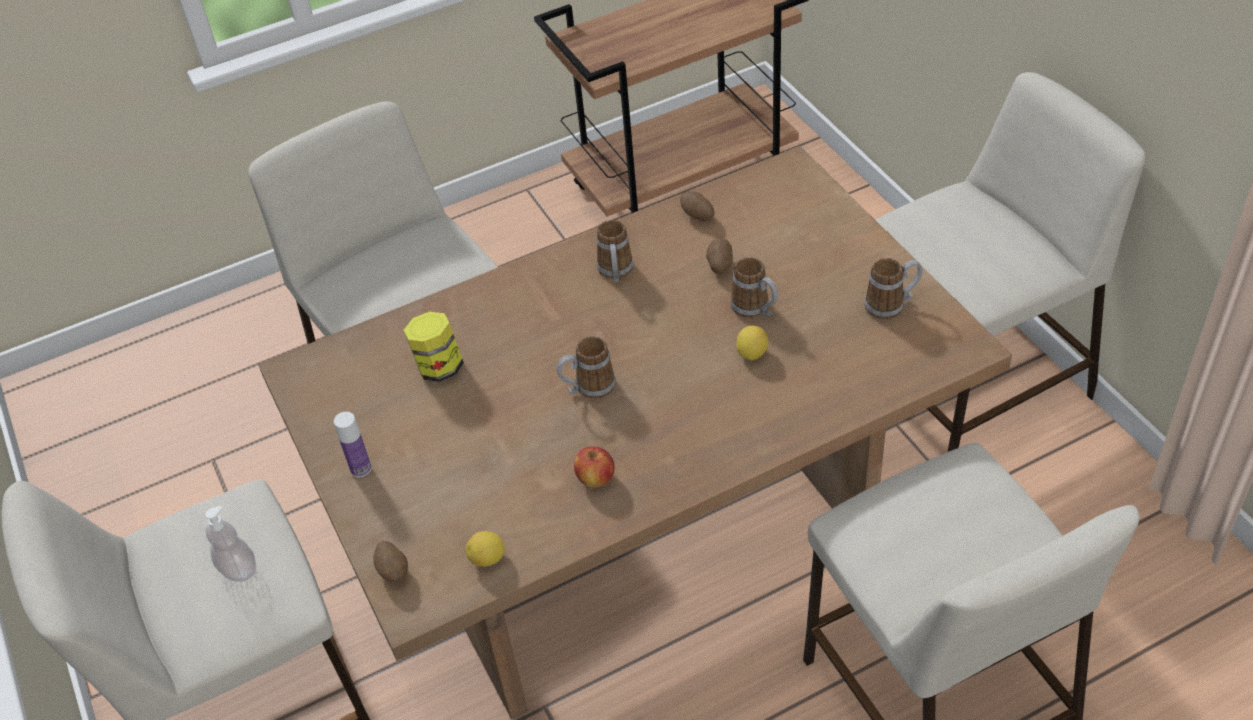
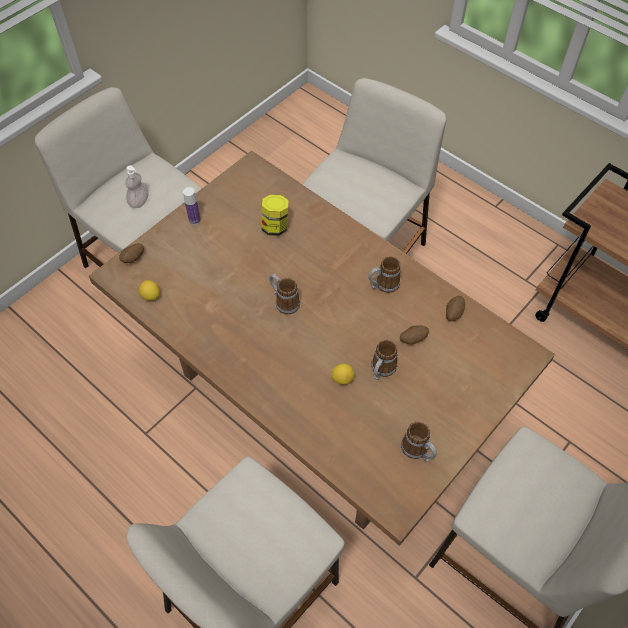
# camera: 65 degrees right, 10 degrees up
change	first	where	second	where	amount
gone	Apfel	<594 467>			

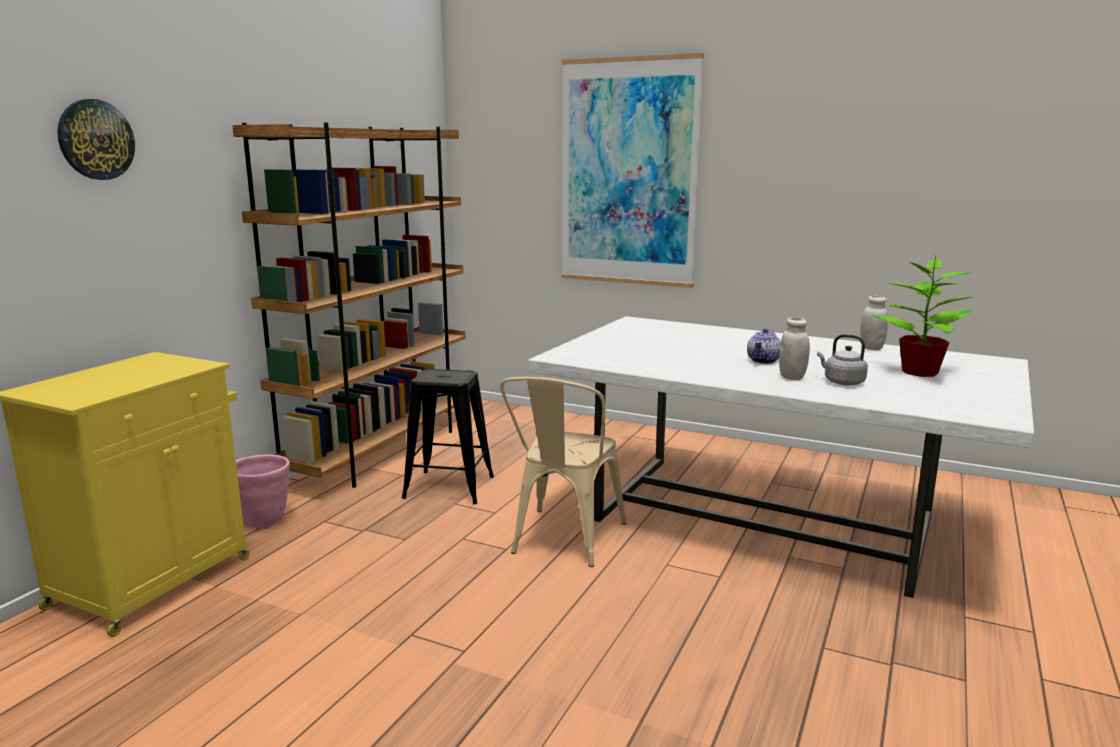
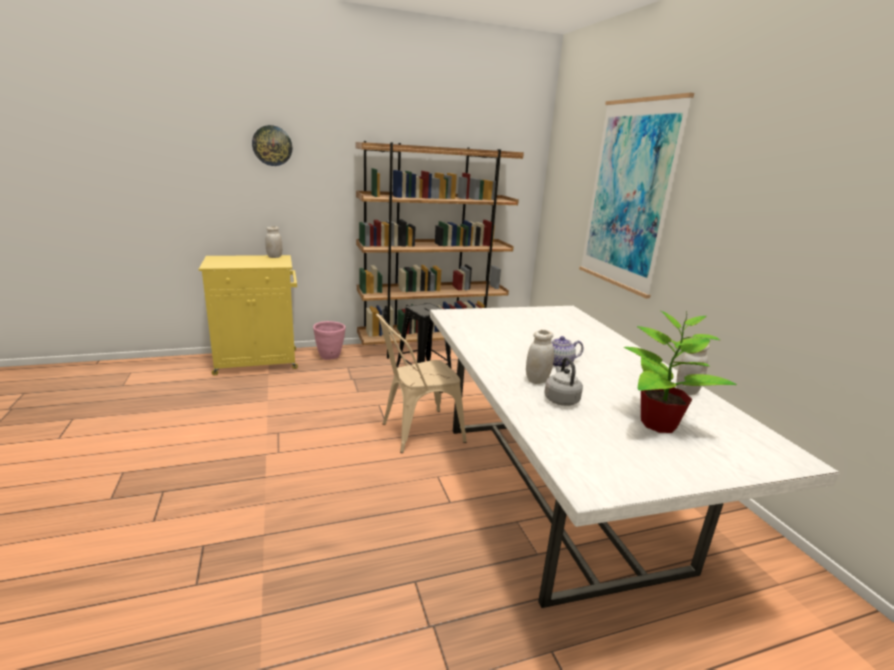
# camera: 45 degrees right, 5 degrees up
change	first	where	second	where	amount
new			Vorratsglas/weiß	<273 242>	

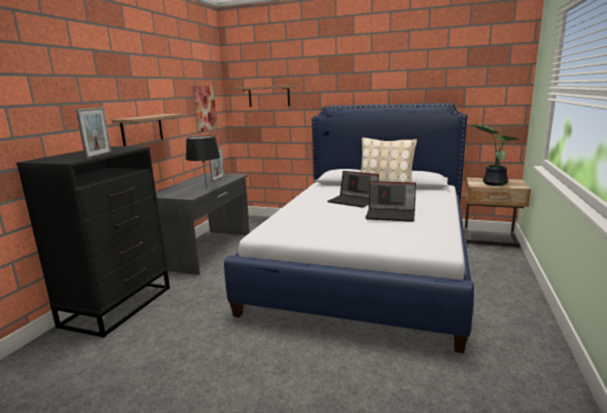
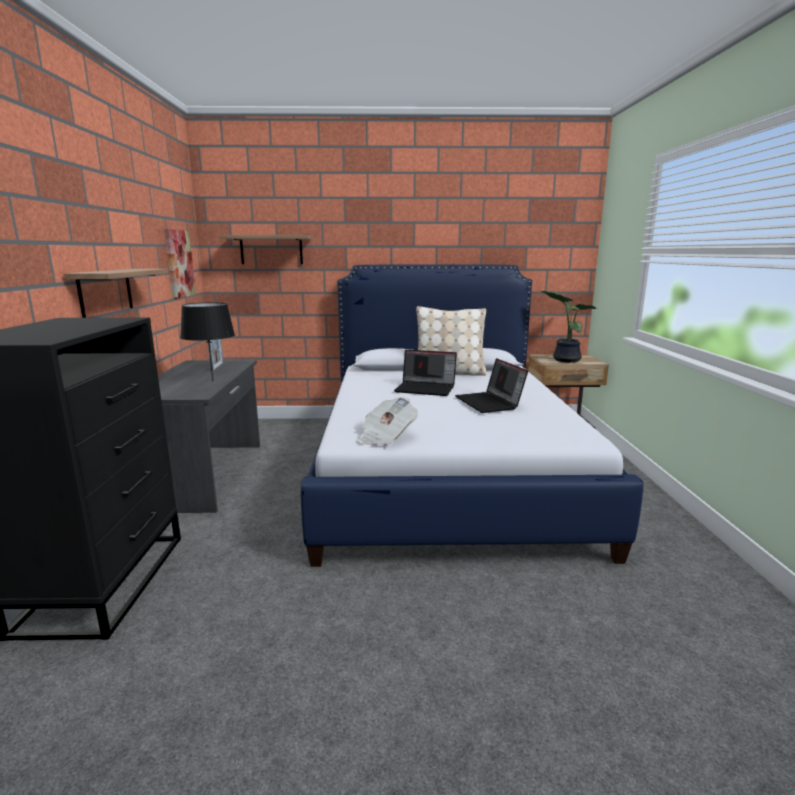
# camera: 20 degrees left, 0 degrees up
change	first	where	second	where	amount
gone	Bilderrahmen	<94 133>			
new			Zeitung	<388 421>	
rotated	Laptop	<390 201>		<491 385>	75 degrees clockwise

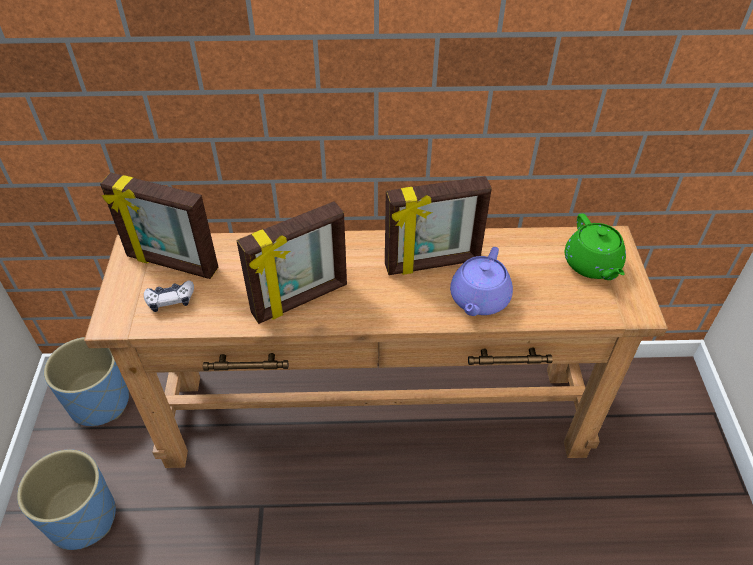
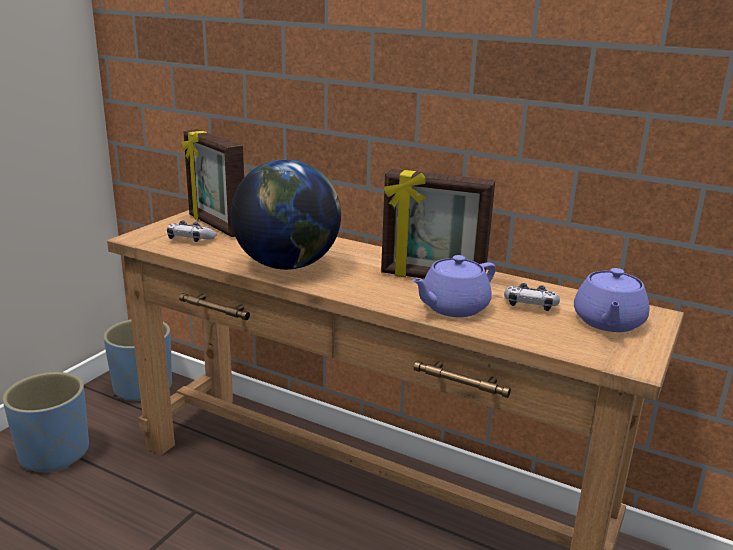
# camera: 30 degrees right, 25 degrees down
change	first	where	second	where	amount
new			Gamepad	<532 297>	
swapped	Bilderrahmen	<291 262>	Globus	<286 215>	
repainted	Teekanne/grün	<595 246>	Teekanne/lila	<611 300>	

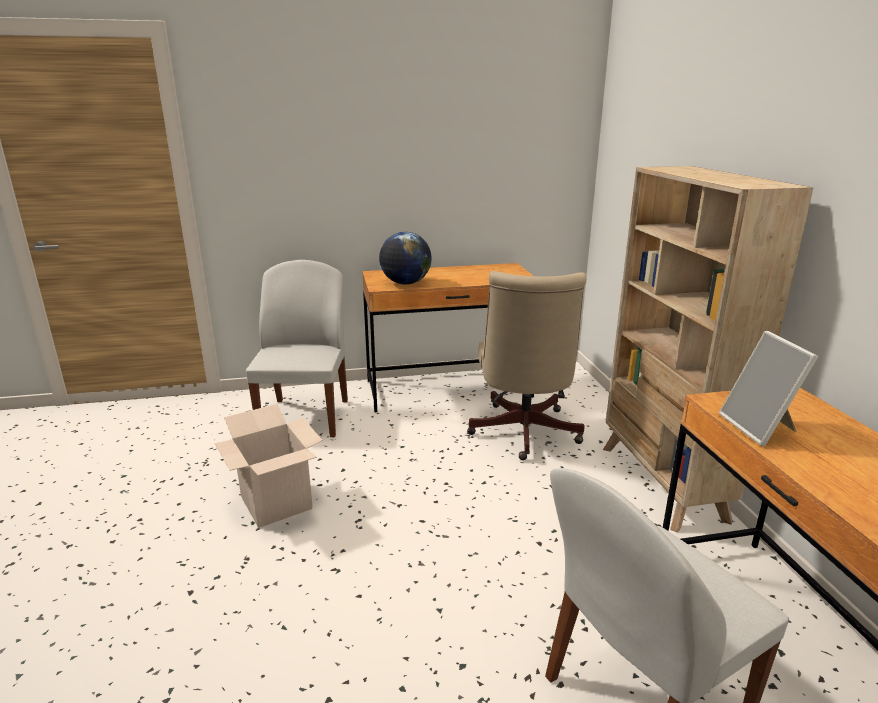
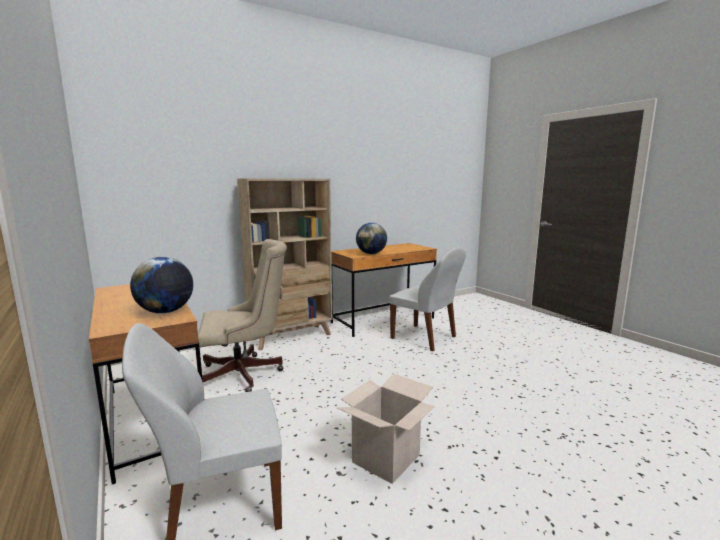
# camera: 110 degrees left, 10 degrees down
change	first	where	second	where	amount
swapped	Bilderrahmen	<768 388>	Globus	<371 238>	

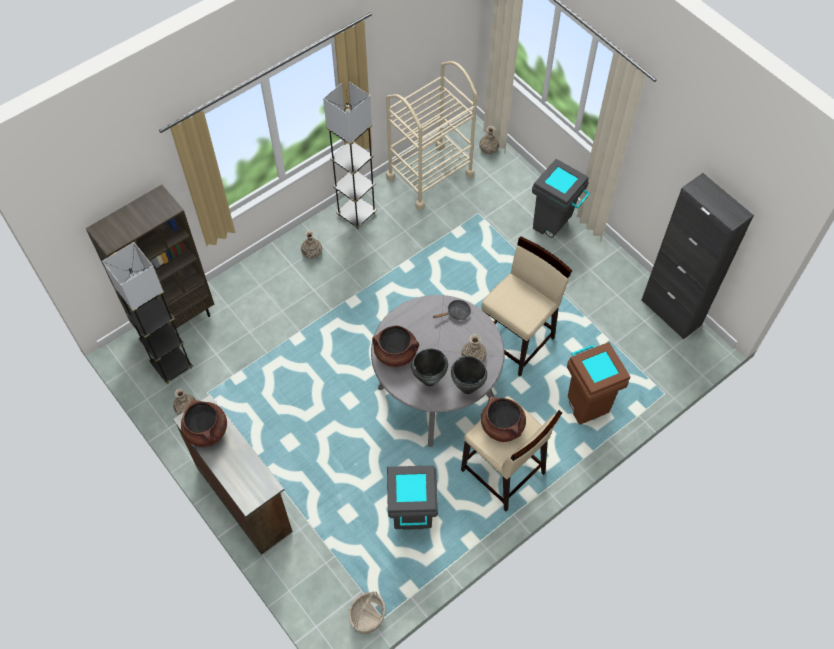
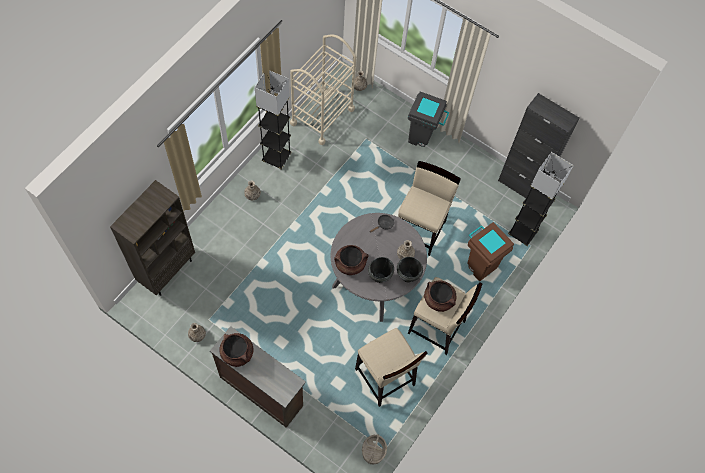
# camera: 20 degrees left, 5 degrees up
change	first	where	second	where	amount
shifted	Stehlampe/grau	<147 313>		<541 199>	
swapped	Mülleimer/grau	<412 497>	Hocker/beige	<391 367>	

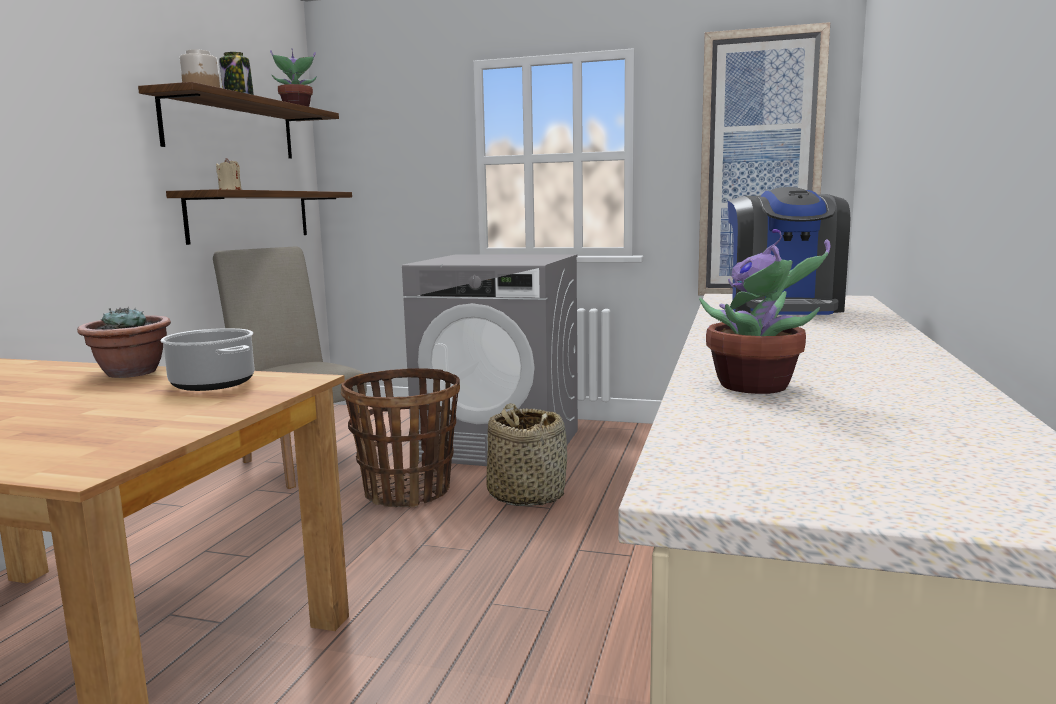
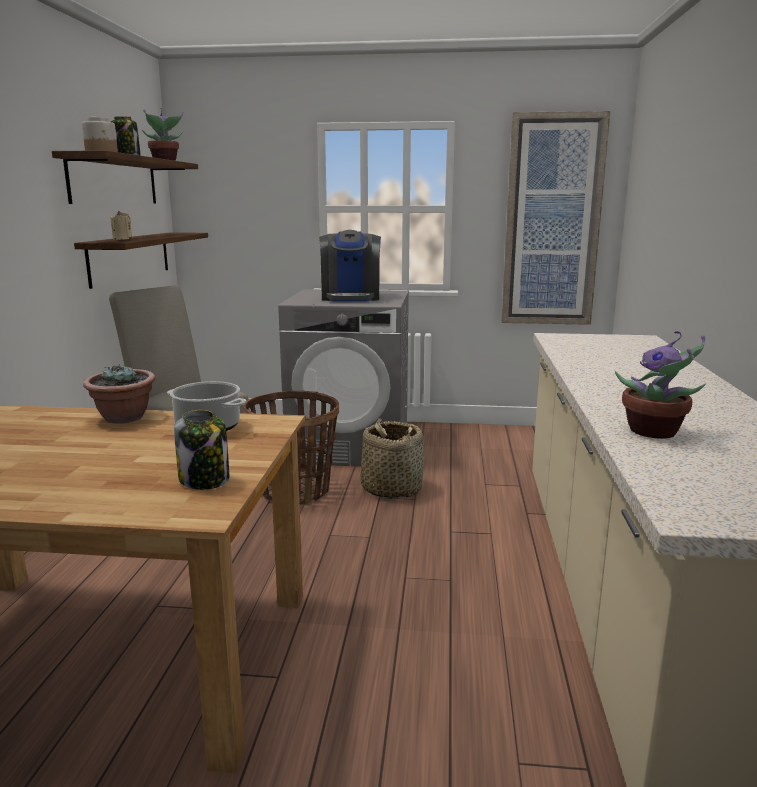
# camera: 10 degrees left, 5 degrees up
change	first	where	second	where	amount
new			Vorratsglas	<201 450>	
shifted	Kaffeemaschine	<789 251>		<350 266>	

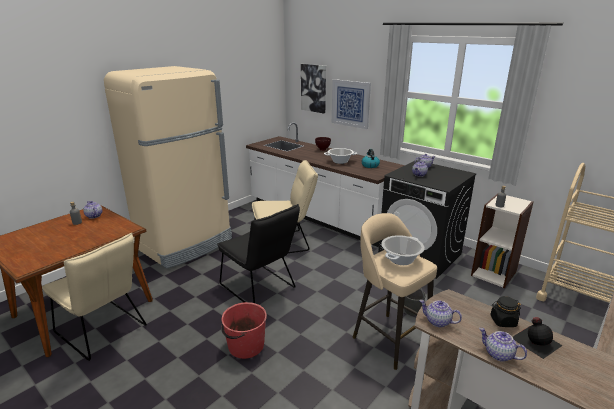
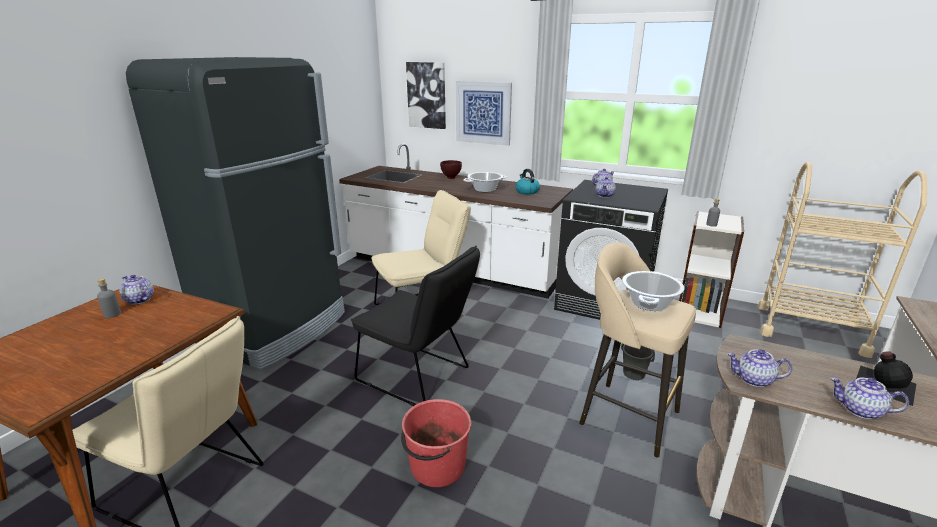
# camera: 15 degrees left, 0 degrees up
change	first	where	second	where	amount
gone	Vorratsglas/schwarz	<505 311>			
repainted	Kühlschrank/beige	<168 167>	Kühlschrank/schwarz	<235 213>	

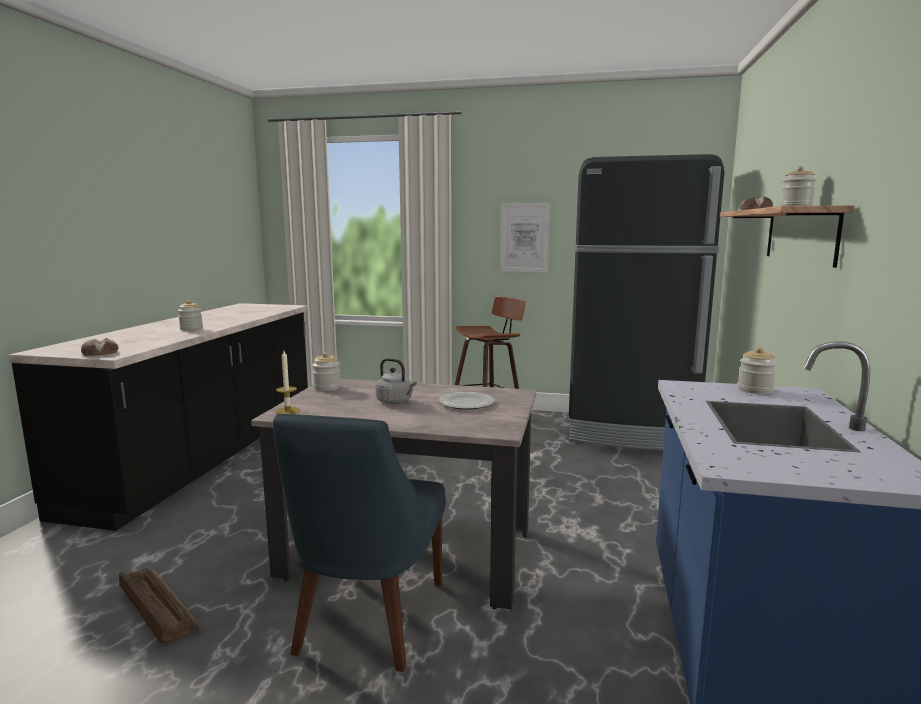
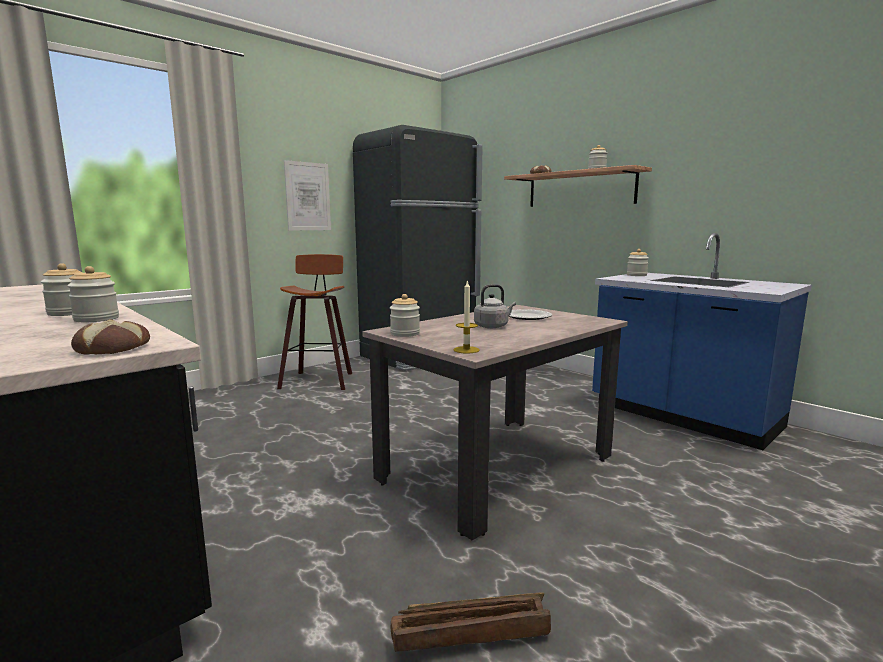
# camera: 55 degrees left, 0 degrees up
change	first	where	second	where	amount
gone	Stuhl/blau	<359 543>			
new			Vorratsglas	<93 294>	

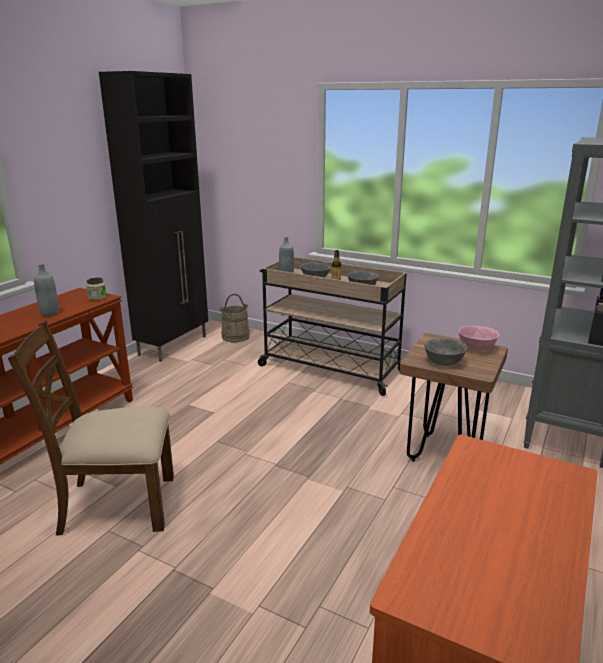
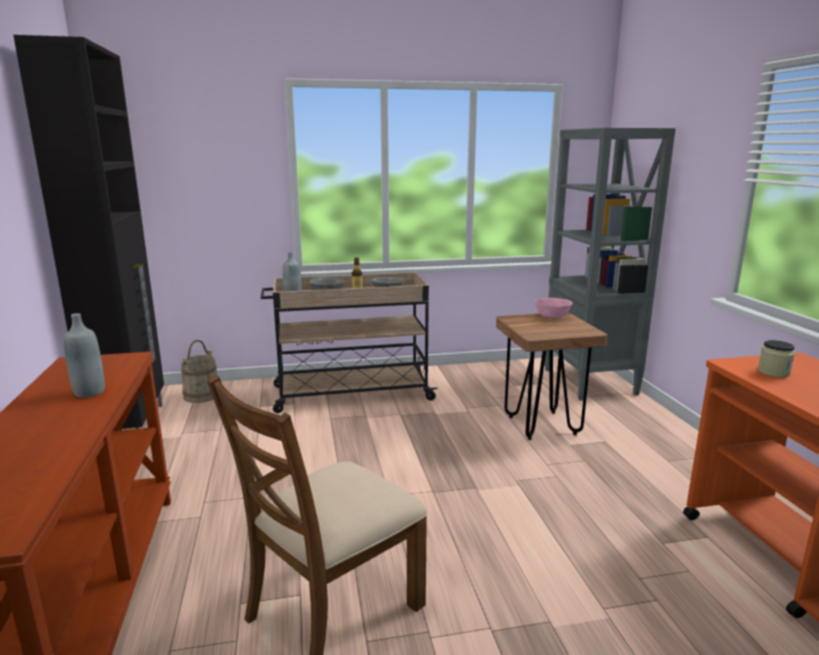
# camera: 40 degrees left, 5 degrees down
change	first	where	second	where	amount
gone	Schüssel/grau	<446 352>			
shifted	Vorratsglas	<96 288>		<776 358>	

